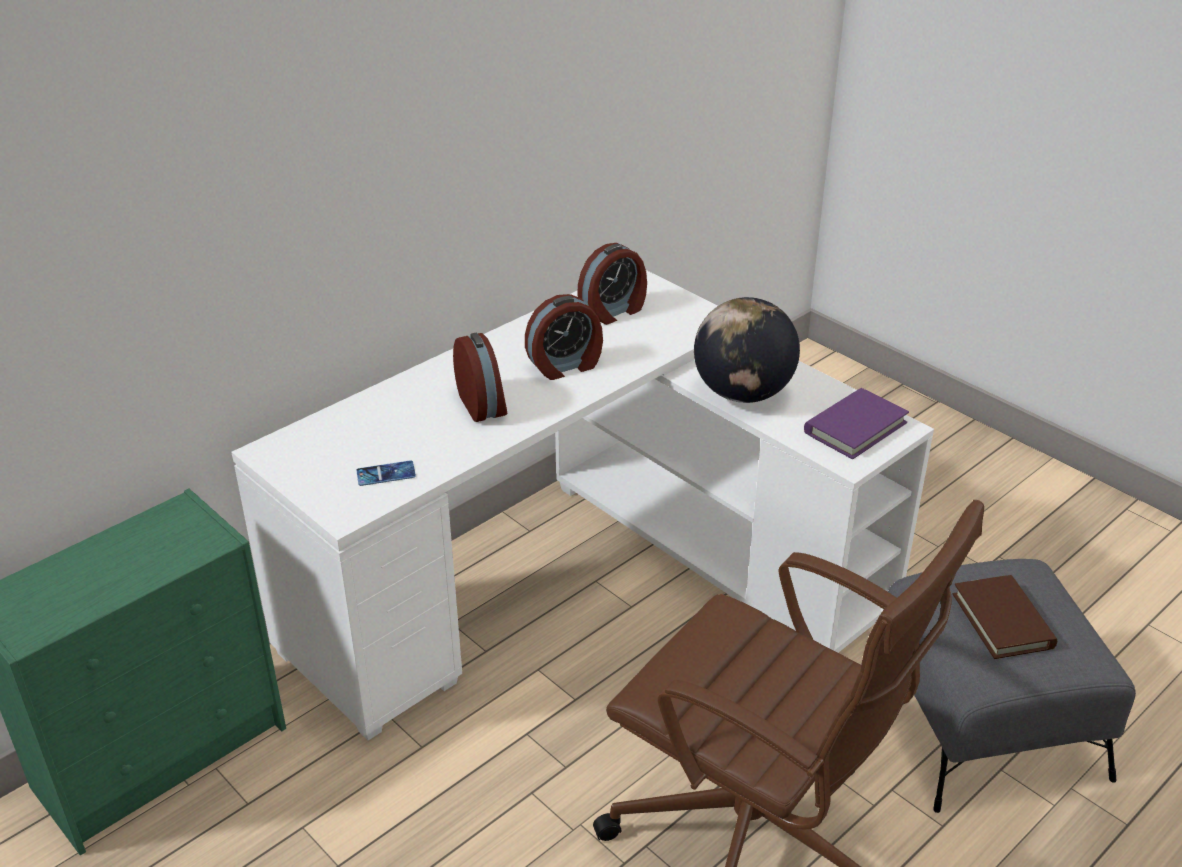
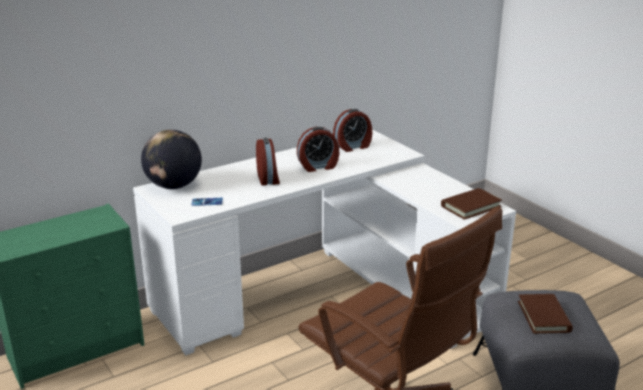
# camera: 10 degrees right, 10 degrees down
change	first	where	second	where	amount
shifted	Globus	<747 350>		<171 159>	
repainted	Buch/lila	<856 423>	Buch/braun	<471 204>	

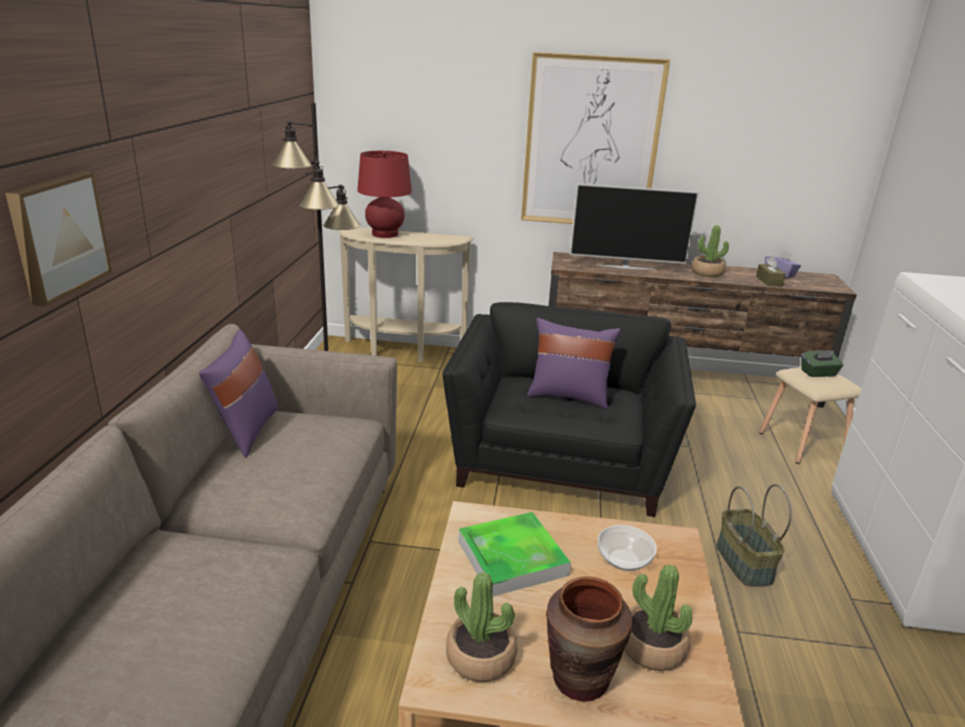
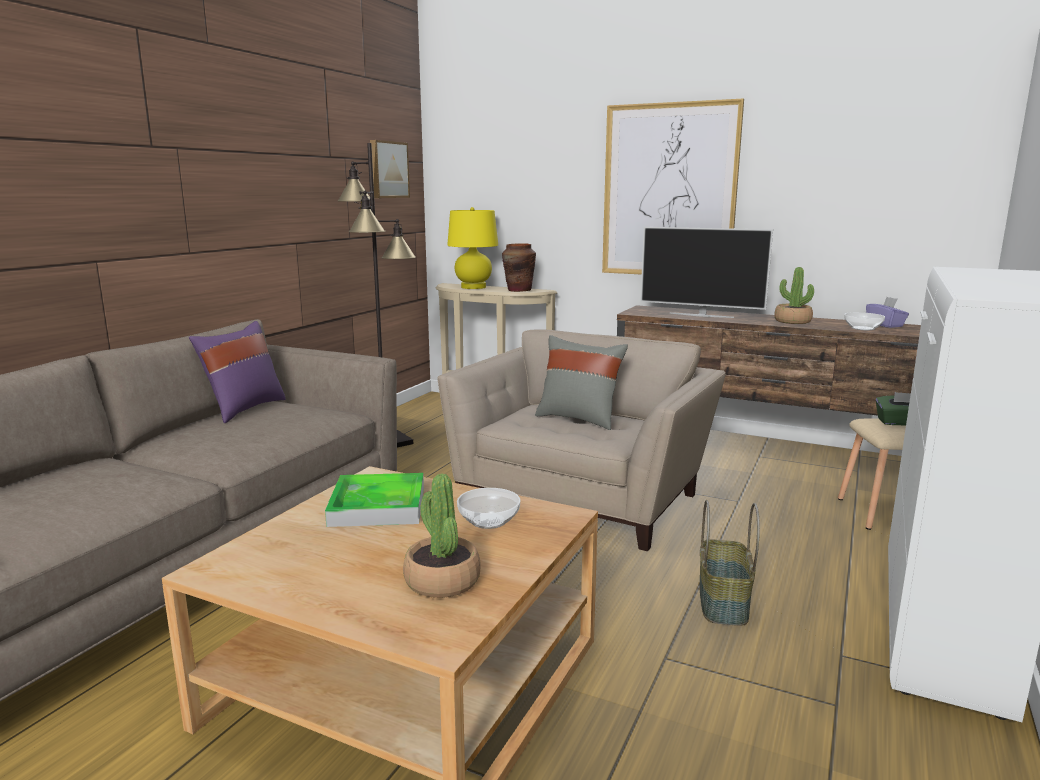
# camera: 20 degrees right, 10 degrees down
change	first	where	second	where	amount
gone	Topfpflanze	<481 627>			
shifted	Bild	<58 239>		<390 169>	
shifted	Vase/braun	<589 639>		<519 268>	
swapped	Taschentuchbox/braun	<771 271>	Schüssel	<864 321>	
repainted	Tischlampe/rot	<384 194>	Tischlampe/gelb	<472 248>	
repainted	Sessel/schwarz	<569 409>	Sessel/beige	<582 440>	
repainted	Kissen/lila	<573 363>	Kissen/grau	<581 382>	

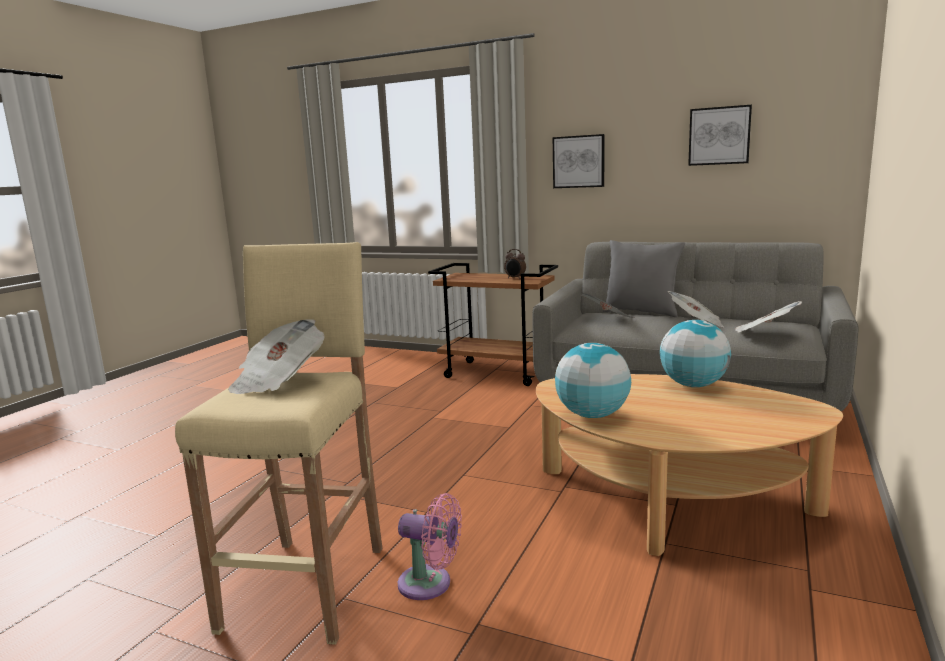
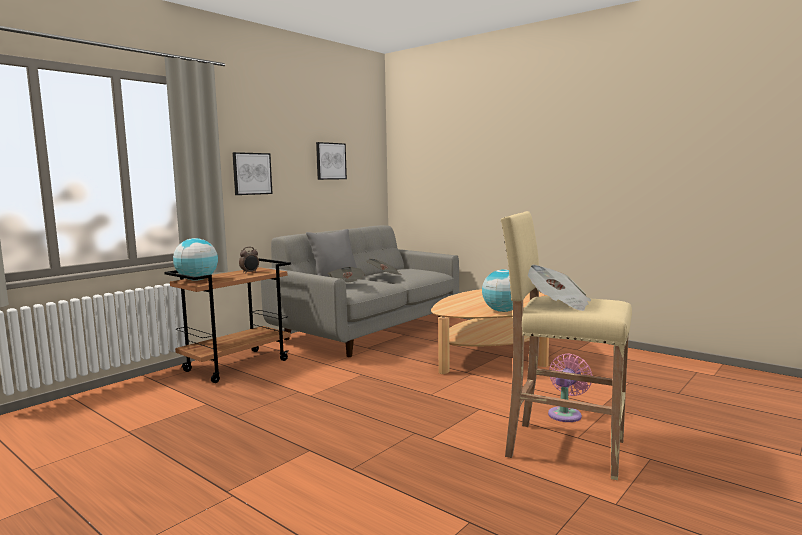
# camera: 75 degrees left, 5 degrees down
change	first	where	second	where	amount
gone	Zeitung	<768 316>			
shifted	Globus	<695 353>		<195 259>	

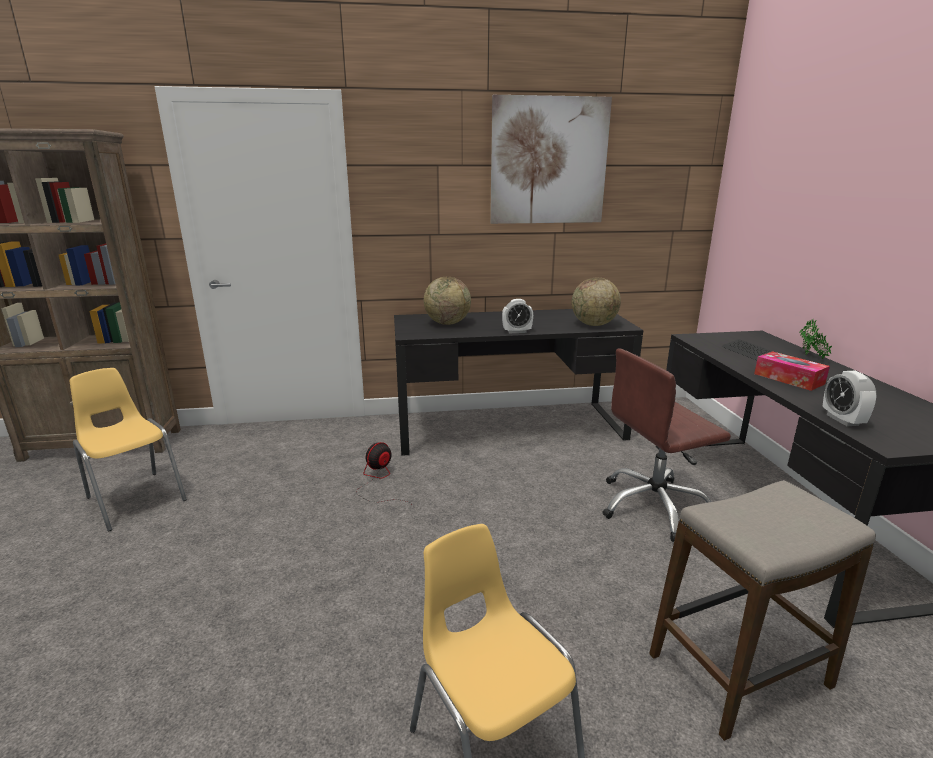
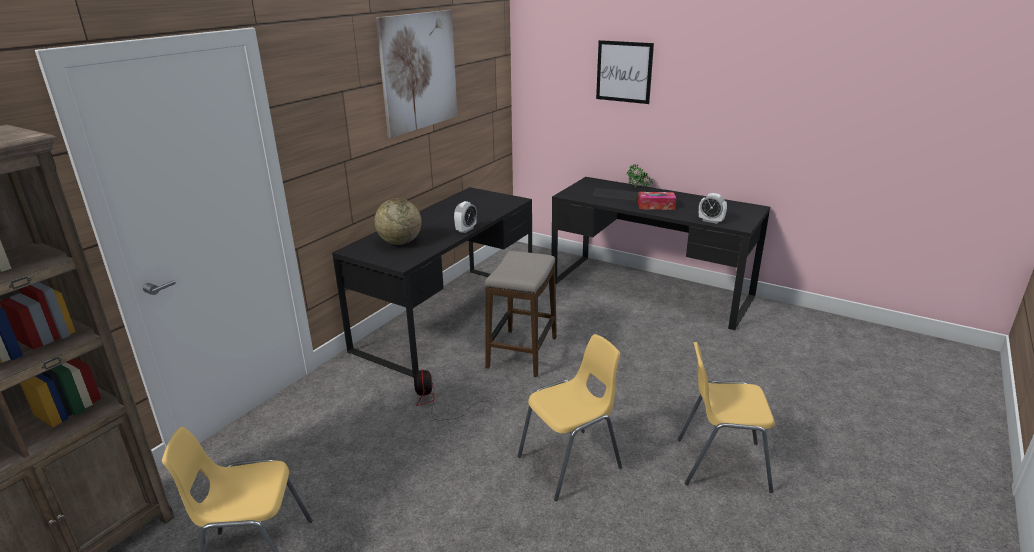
# camera: 50 degrees left, 5 degrees up
change	first	where	second	where	amount
gone	Globus	<596 302>			
gone	Bürostuhl/braun	<666 445>			
new			Stuhl/gelb	<570 417>	
new			Bild	<625 72>	
shifted	Hocker	<762 610>		<521 314>	

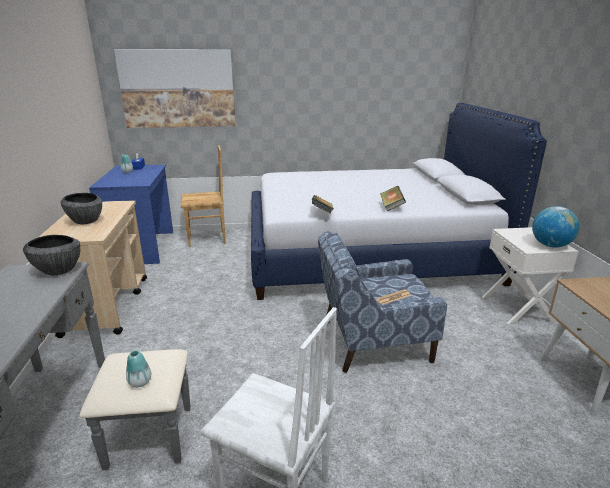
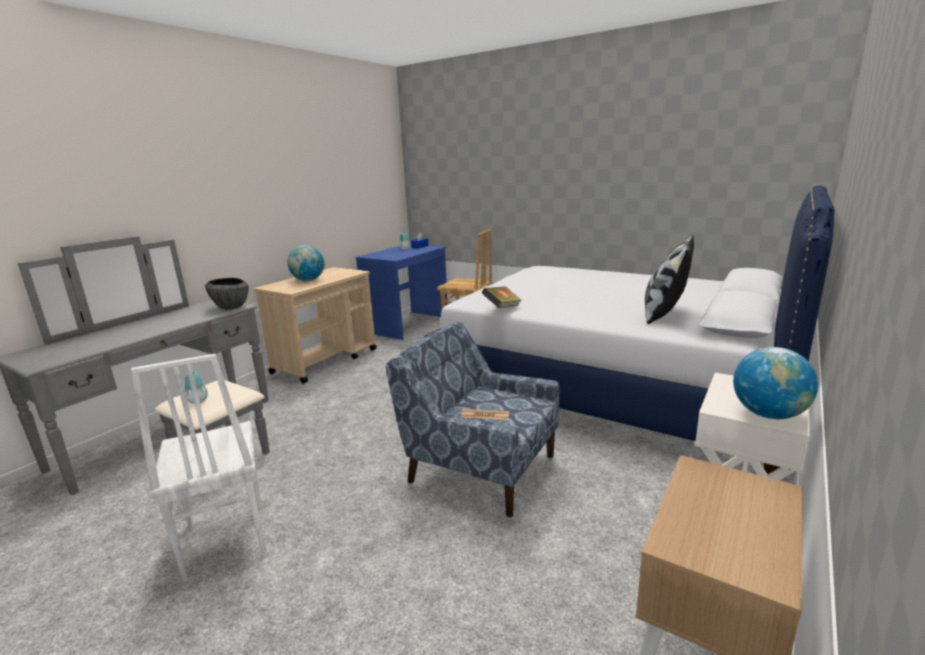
# camera: 40 degrees right, 5 degrees down
change	first	where	second	where	amount
gone	Bild	<175 88>			
gone	Buch	<393 198>			
new			Kissen	<669 279>	
swapped	Schüssel	<81 208>	Globus	<306 263>	

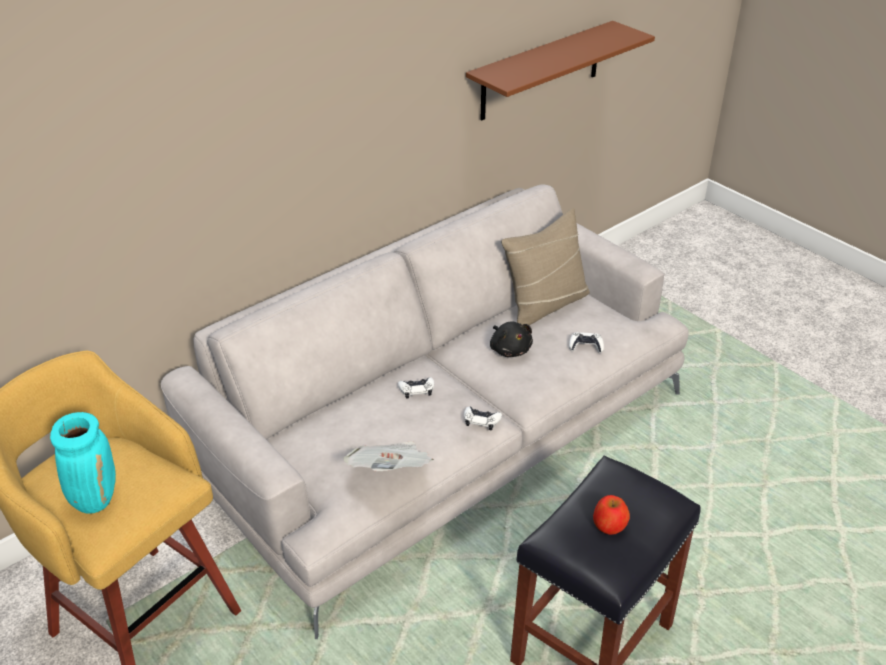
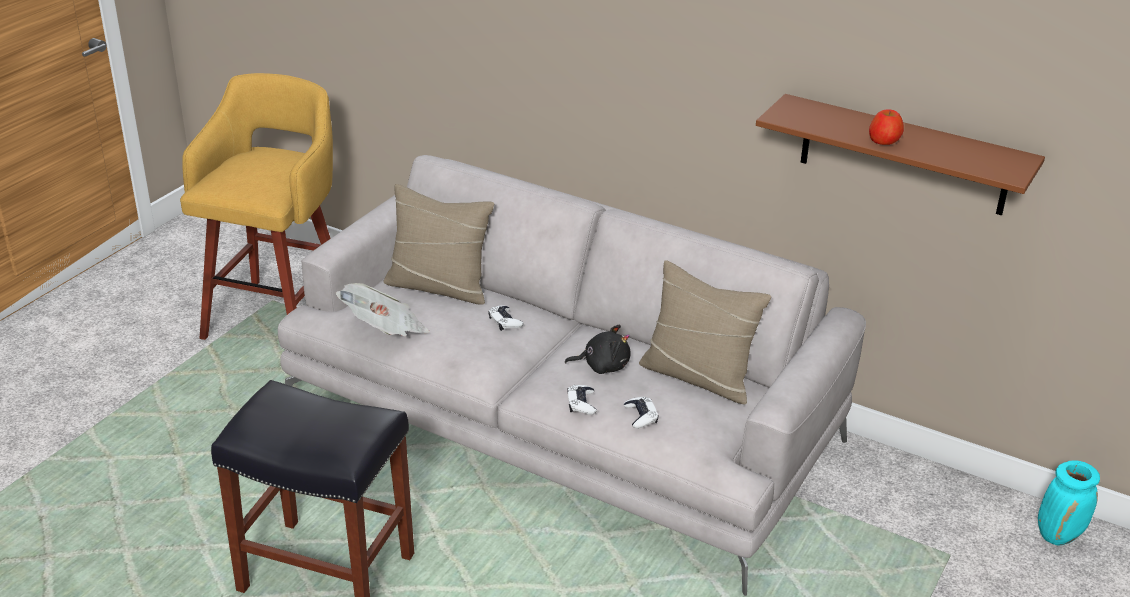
# camera: 70 degrees right, 5 degrees down
change	first	where	second	where	amount
new			Kissen/beige	<438 244>	
shifted	Vase/türkis	<83 463>		<1069 502>	
shifted	Gamepad/weiß	<483 418>		<582 400>	
shifted	Apfel	<611 515>		<886 127>	
rotated	Plüschtier/schwarz	<511 339>		<598 349>	135 degrees counterclockwise

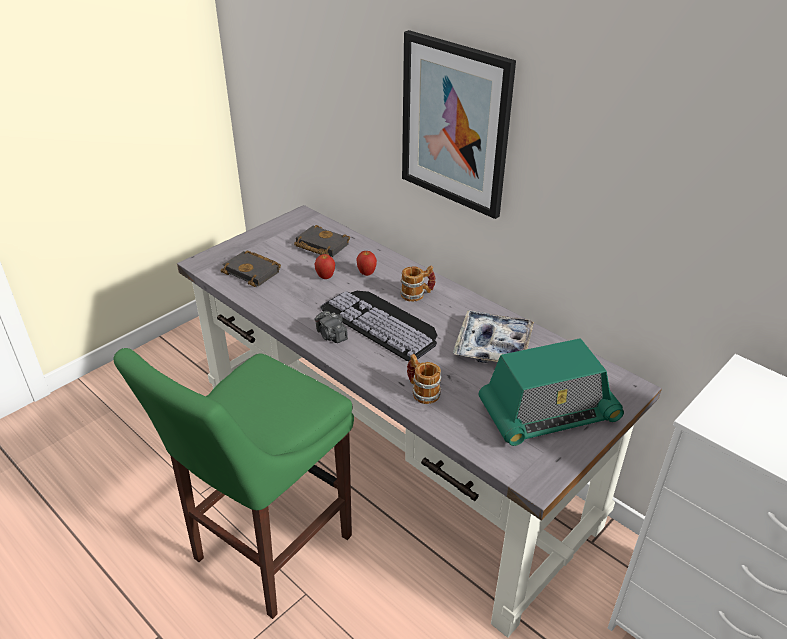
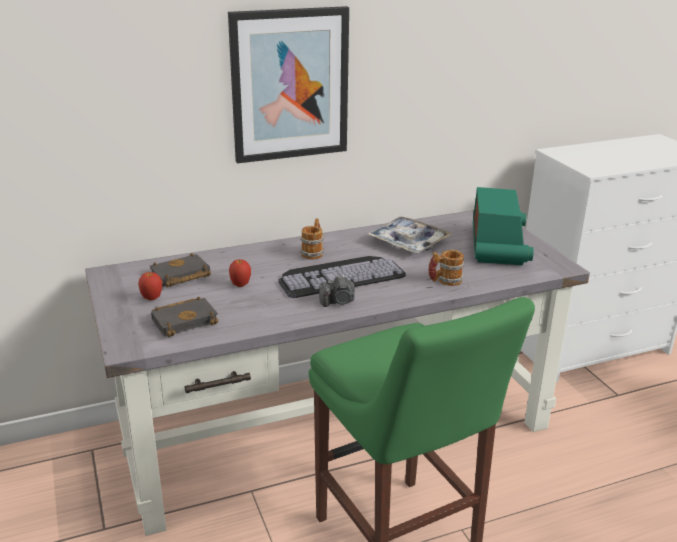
# camera: 65 degrees left, 10 degrees down
change	first	where	second	where	amount
shifted	Apfel	<366 263>		<150 286>	

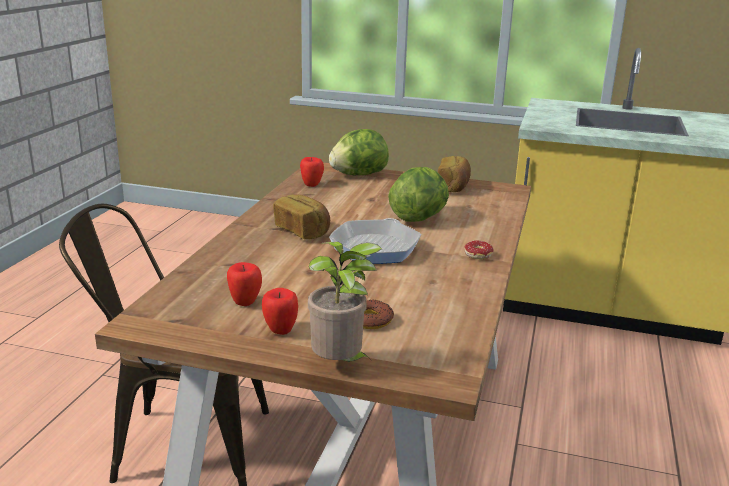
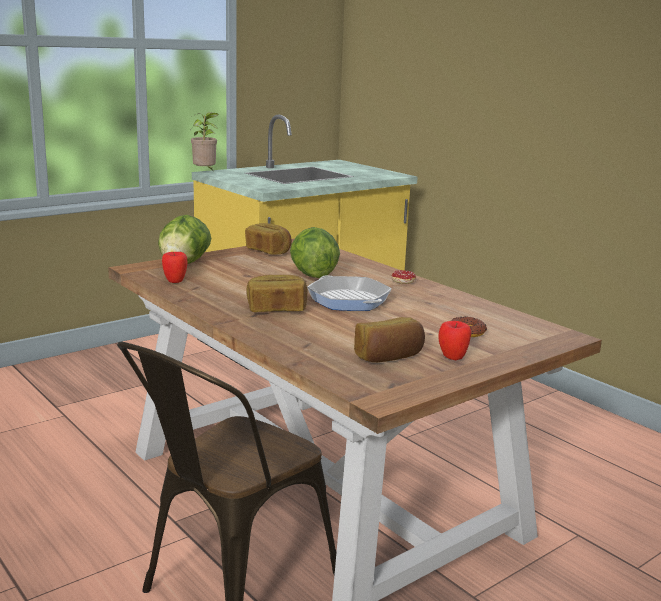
# camera: 55 degrees left, 5 degrees down
change	first	where	second	where	amount
shifted	Topfpflanze	<345 302>		<205 141>	
swapped	Apfel	<244 284>	Brot	<389 339>	

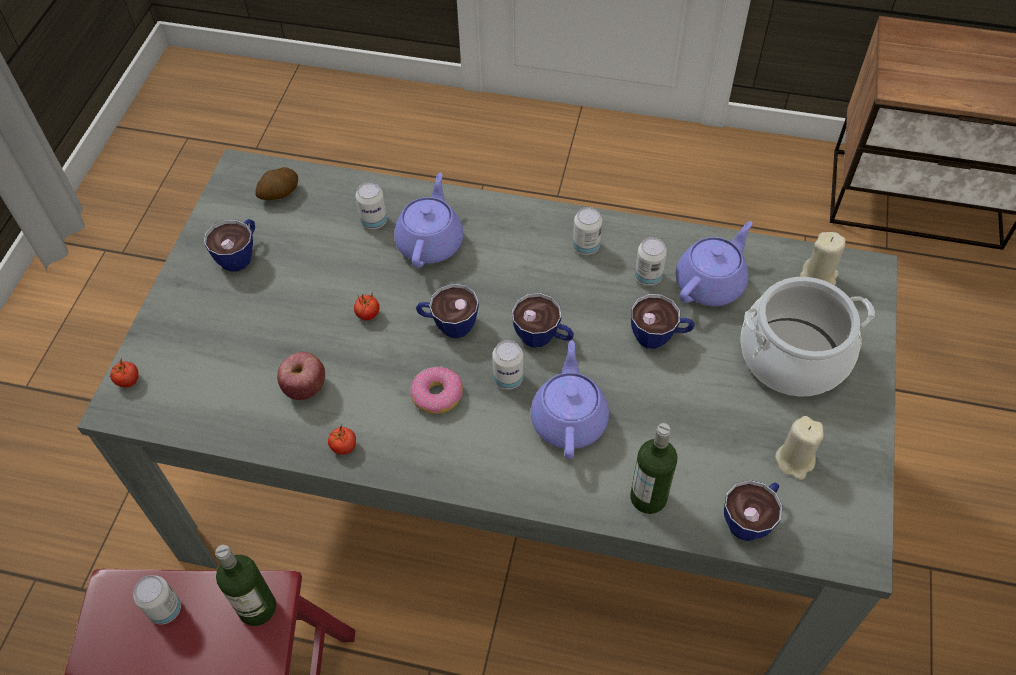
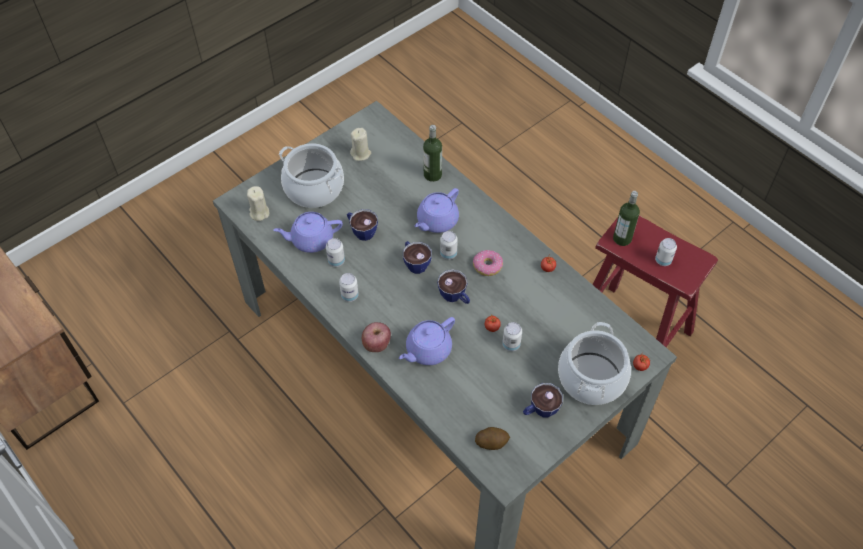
# camera: 145 degrees left, 0 degrees up
change	first	where	second	where	amount
gone	Tasse	<753 510>			
new			Kochtopf	<594 363>	
shifted	Apfel	<301 376>		<376 337>	
shifted	Dose	<371 205>		<512 336>	

